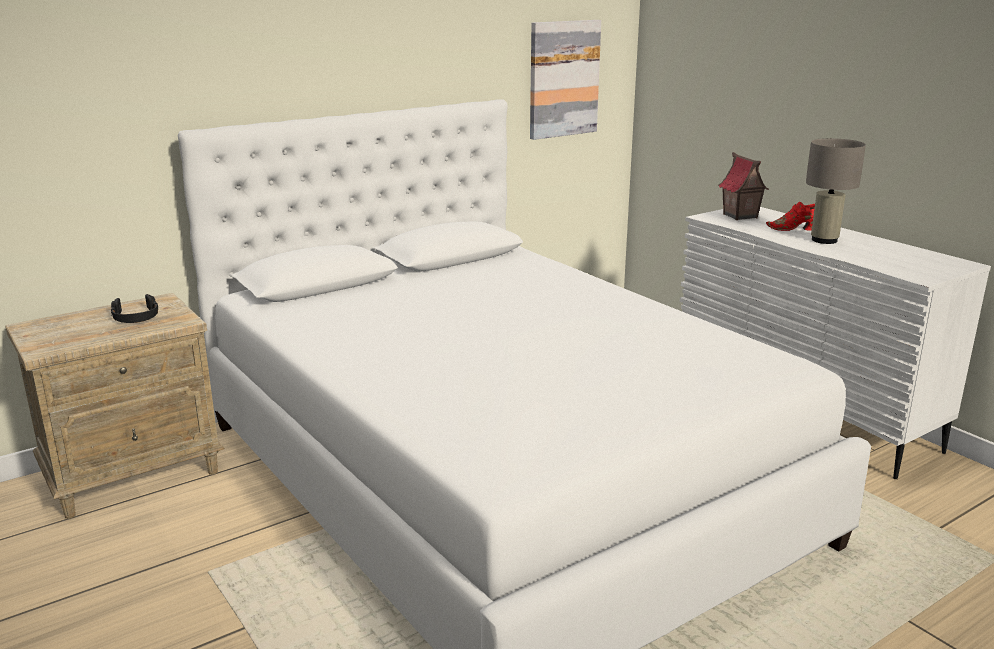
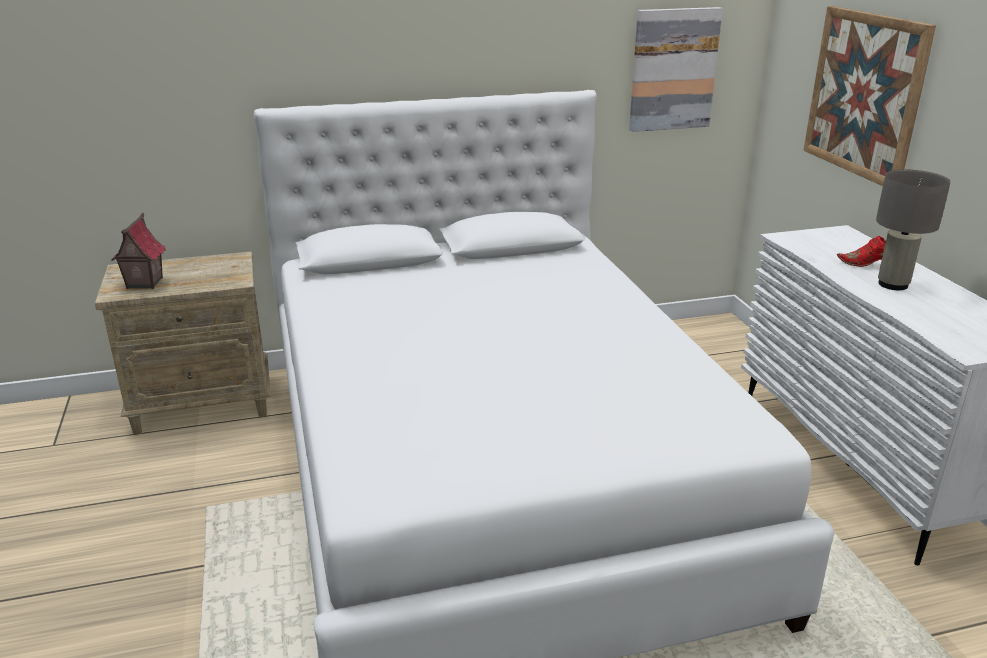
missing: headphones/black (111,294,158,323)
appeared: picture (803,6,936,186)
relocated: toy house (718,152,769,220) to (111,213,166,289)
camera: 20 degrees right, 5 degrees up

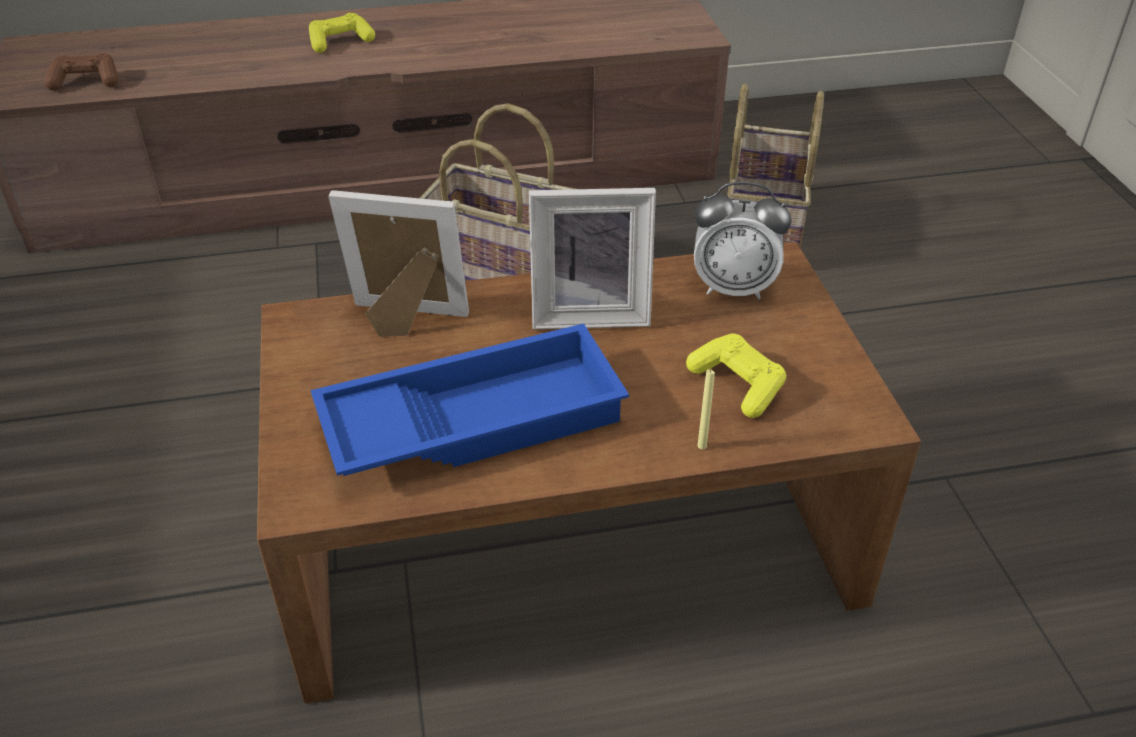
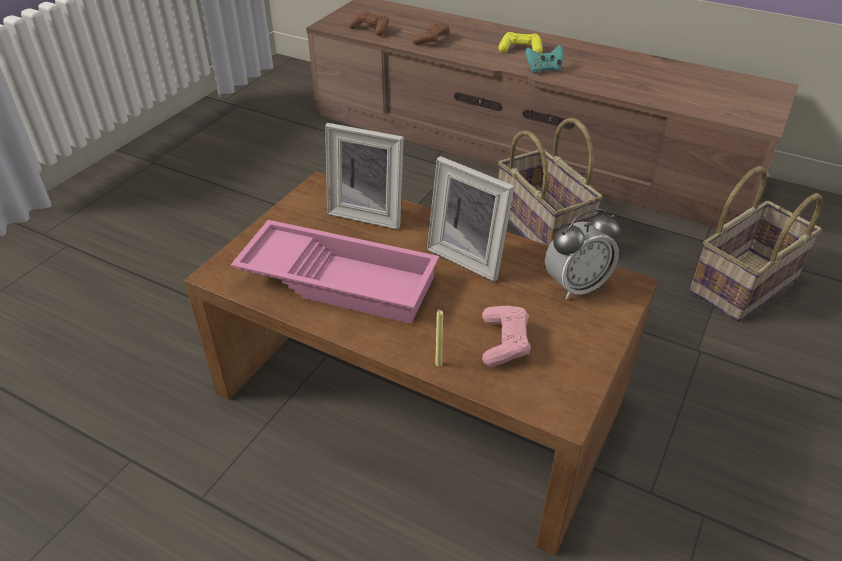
appeared: game controller/brown (412,23,450,45); game controller/turquoise (525,45,563,73)
colour: tray/blue (311,323,629,476) to tray/pink (231,220,439,324); game controller/yellow (686,334,786,418) to game controller/pink (482,306,531,367)
spun: picture frame (328,190,469,337) = (325,123,404,229) 150 degrees clockwise; alarm clock (694,182,791,299) = (545,209,620,299) 75 degrees counterclockwise
camera: 40 degrees right, 0 degrees up

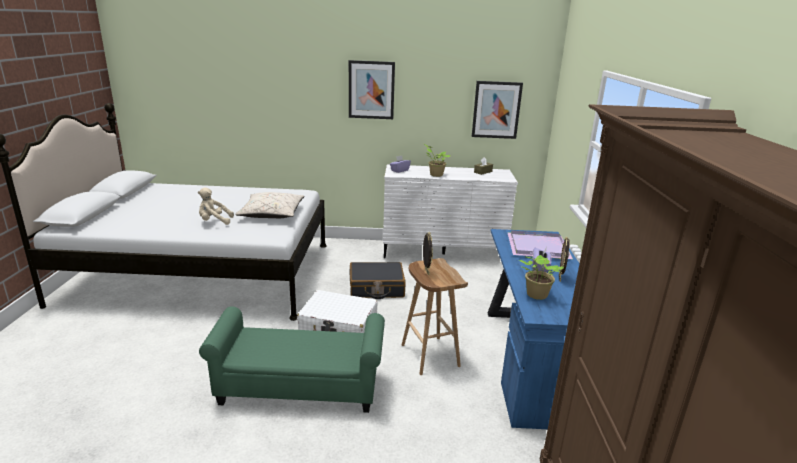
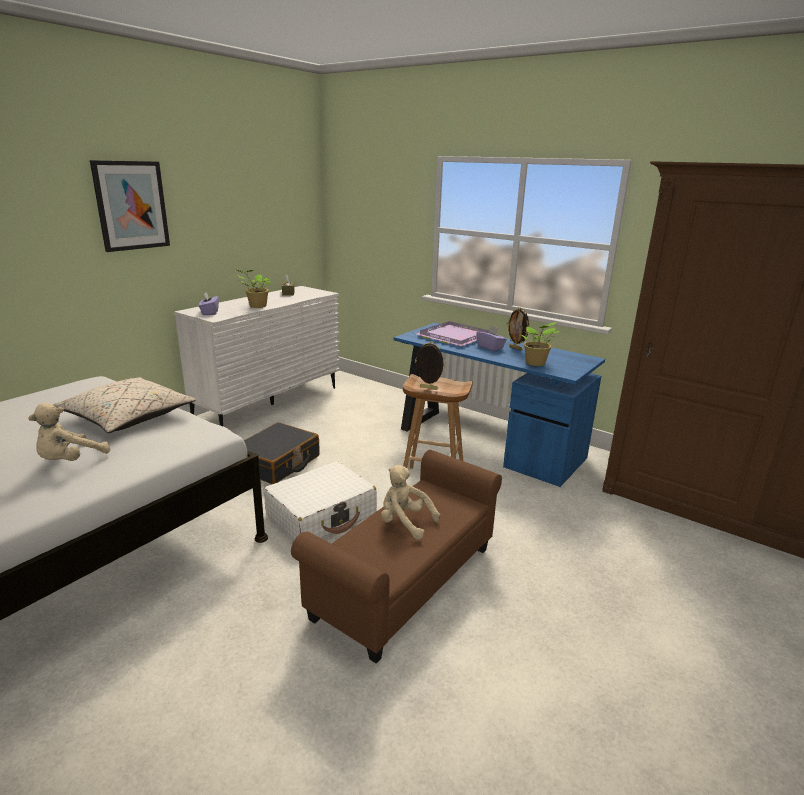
missing: picture (472,81,523,139)
appeared: plush toy/beige (381,465,440,540)
colour: ottoman/green (199,306,385,413) to ottoman/brown (291,450,502,663)
camera: 55 degrees left, 0 degrees up

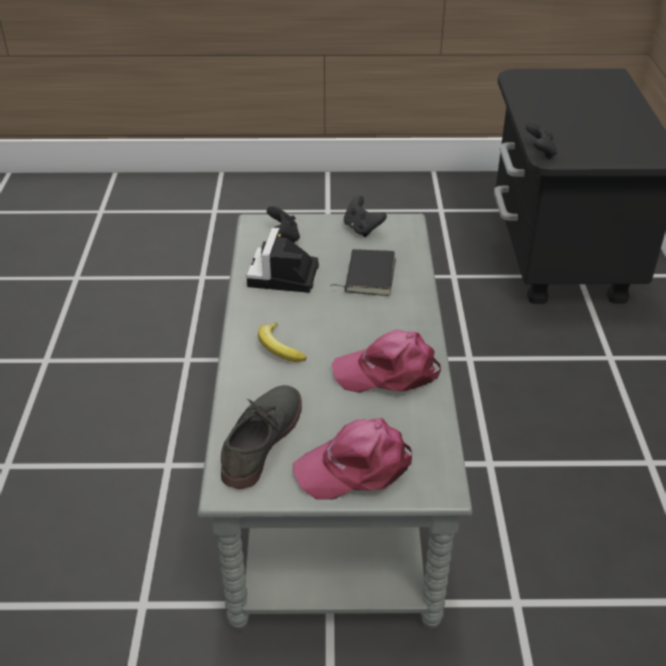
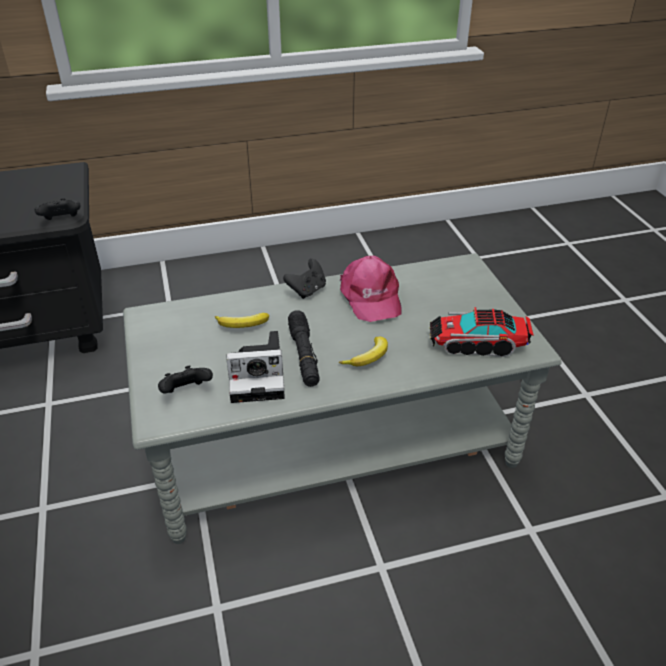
missing: cap/pink (293,418,412,500)
appeared: flashlight/black (288,310,320,387)
relocated: game controller/black (344,196,387,237) to (283,259,326,299)
exchanged: book/black (330,249,396,296) to banana (215,313,269,328); shoe/grey (221,385,302,489) to toy truck (429,307,534,357)
camera: 105 degrees left, 0 degrees up

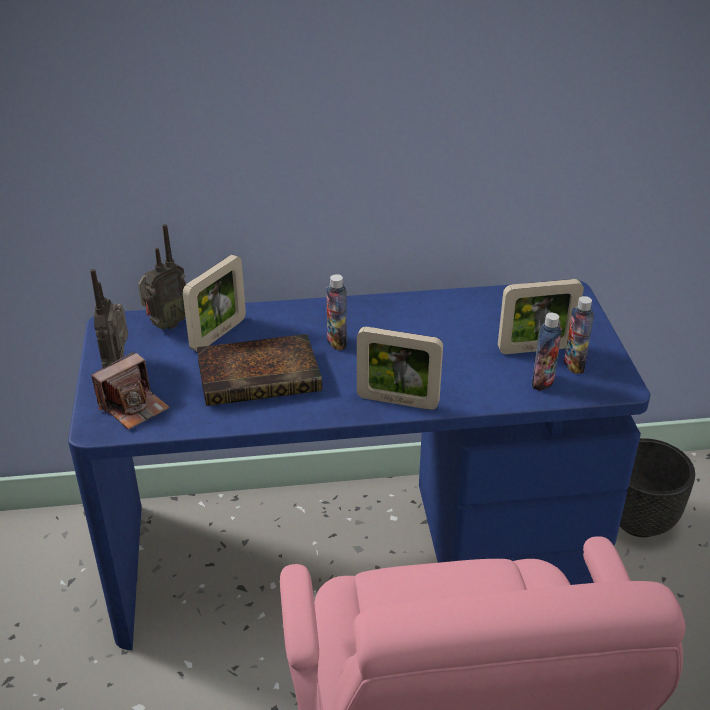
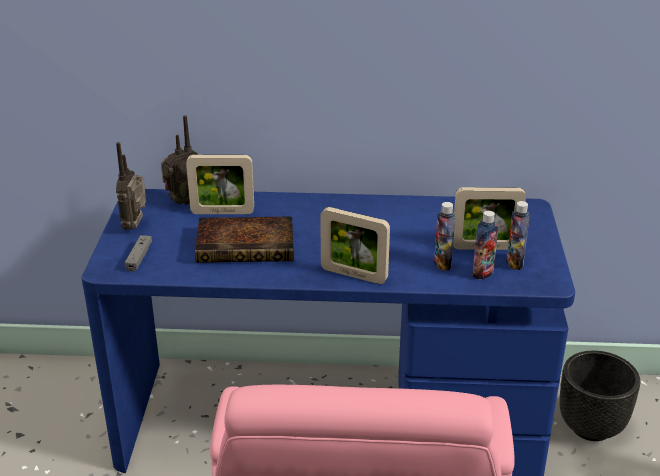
relocated: bottle (326,274,347,350) to (434,202,455,271)
exchanged: photo camera (91,351,169,430) to game controller/grey (125,235,152,271)
spun: picture frame (183,255,246,351) = (186,155,254,214) 45 degrees clockwise
camera: 10 degrees right, 5 degrees down

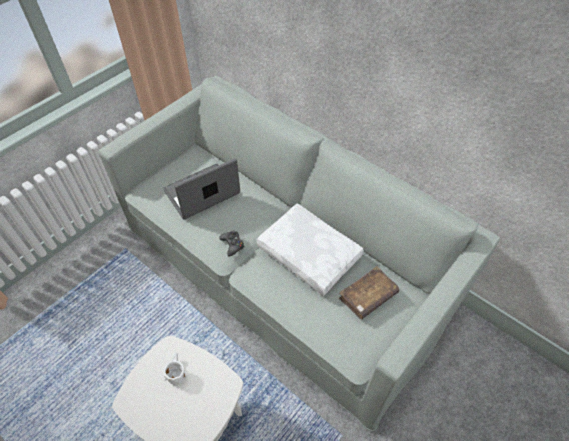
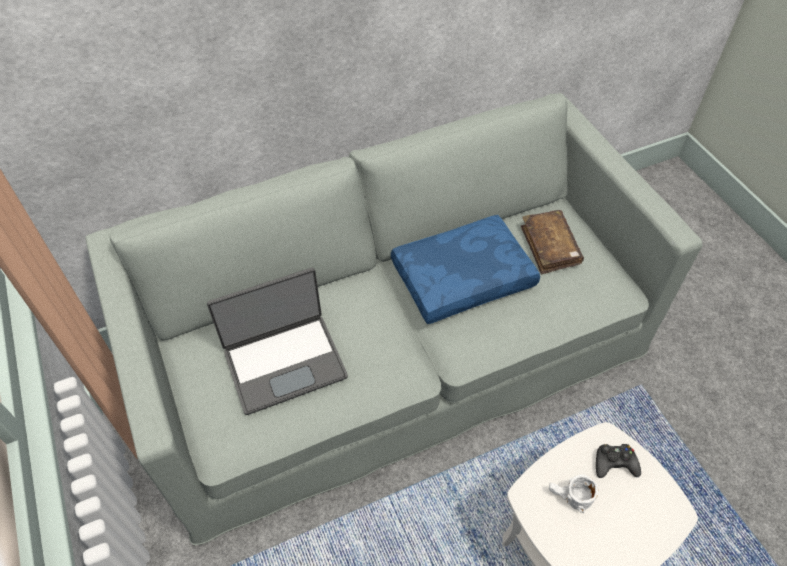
relocated: game controller/black (219,230,245,257) to (596,444,641,478)
colour: pillow/white (256,204,364,296) to pillow/blue (391,215,540,324)
spun: laptop (163,159,240,219) = (207,268,348,415) 105 degrees counterclockwise
camera: 65 degrees left, 0 degrees up

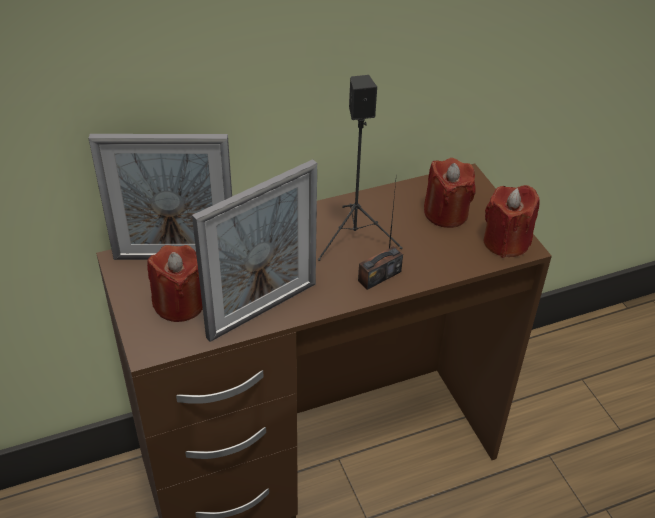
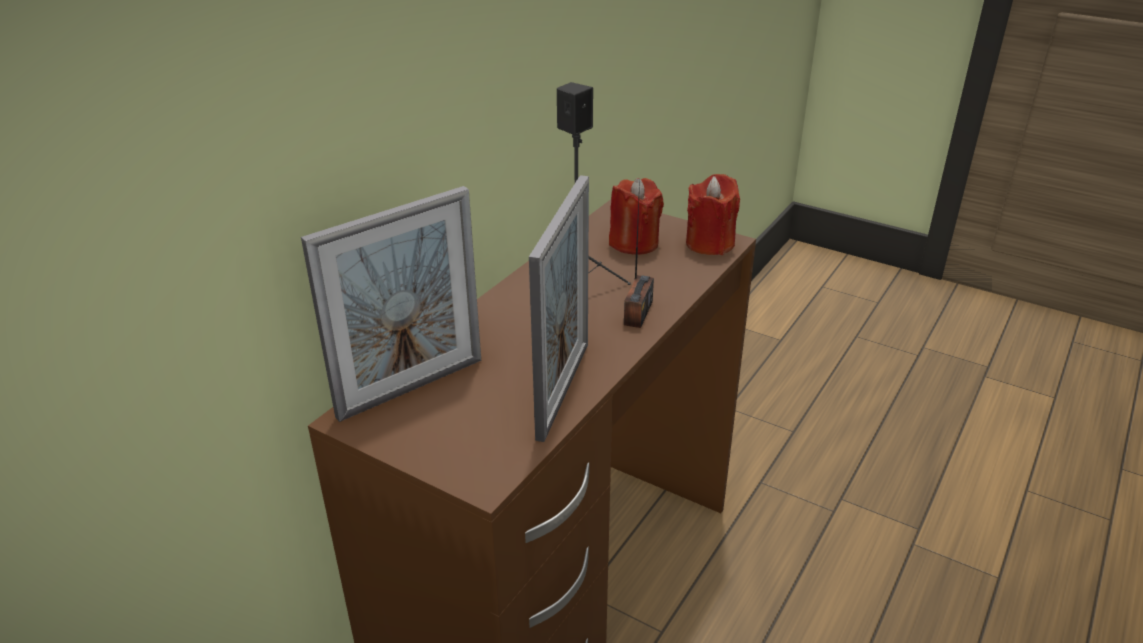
missing: candle/red (147,245,203,322)
camera: 35 degrees left, 10 degrees down

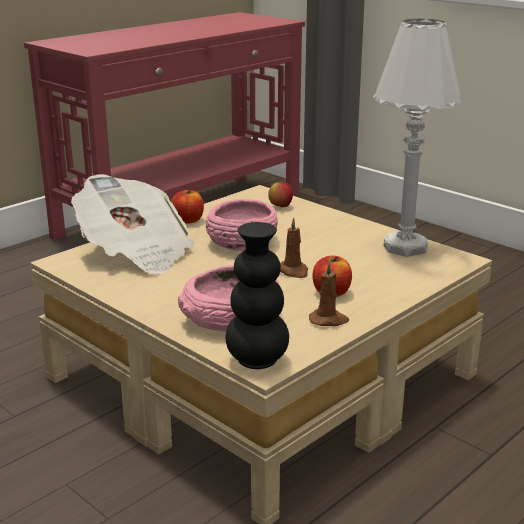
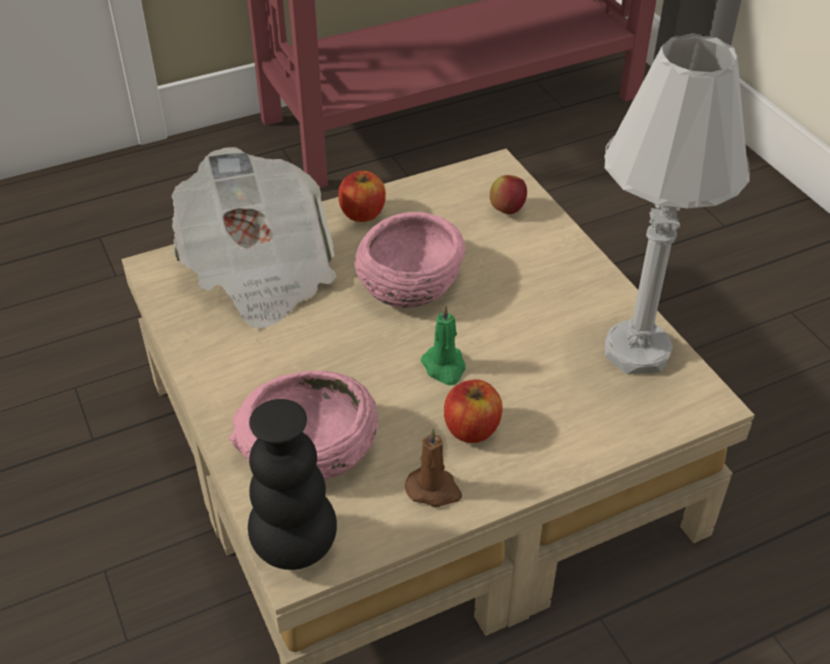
colour: candle/brown (280,217,308,278) to candle/green (421,304,466,385)
camera: 20 degrees right, 20 degrees up

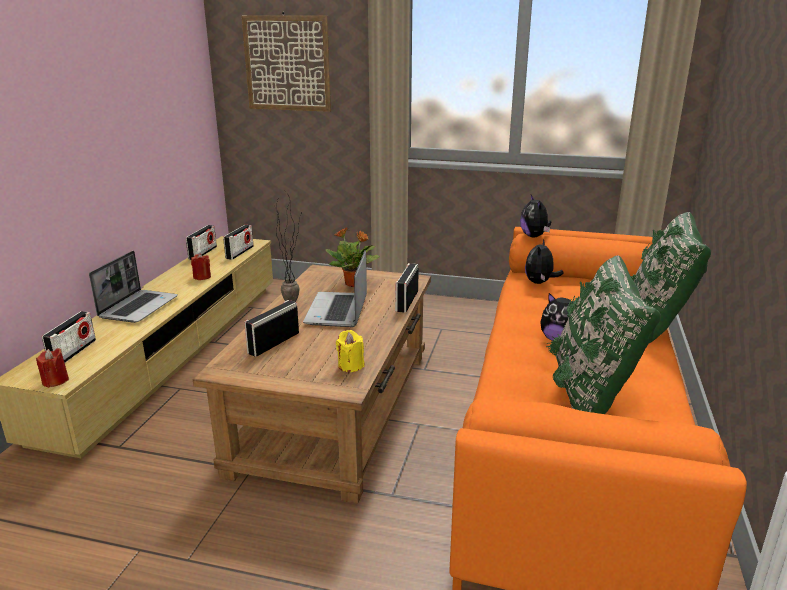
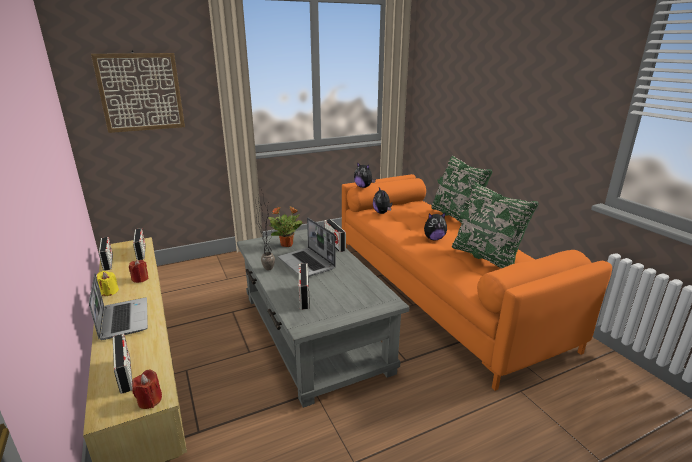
relocated: candle/yellow (336,330,364,372) to (97,271,119,296)
colour: coffee table/brown (193,265,431,504) to coffee table/grey (237,229,410,408)
camera: 40 degrees left, 0 degrees up

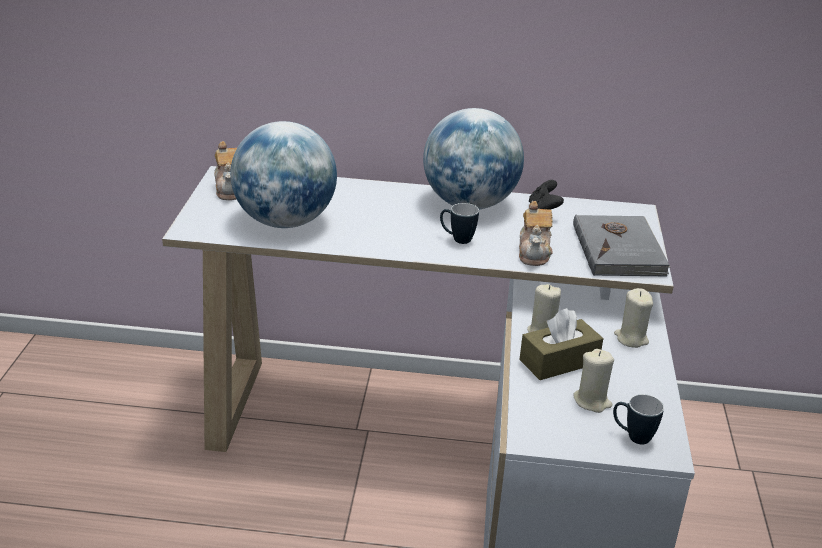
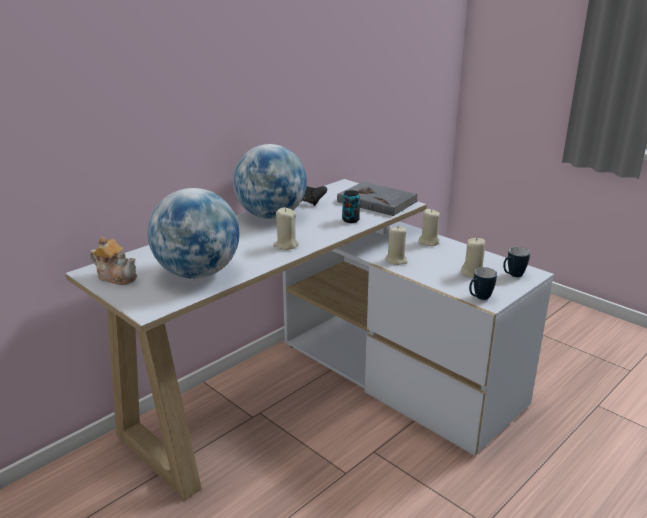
missing: tissue box/brown (519,308,603,380)
appeared: candle/beige (273,207,299,250)
relocated: mug (440,203,479,244) to (469,267,497,300)
exchanged: teapot (519,201,552,266) to can (342,190,360,223)
camera: 50 degrees left, 5 degrees down

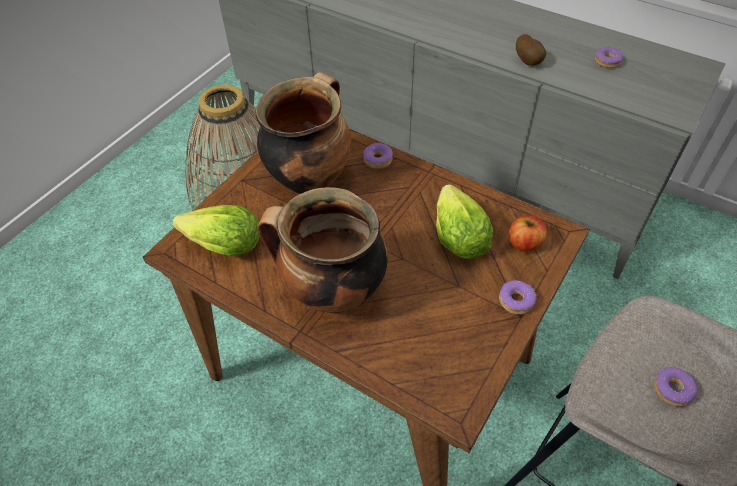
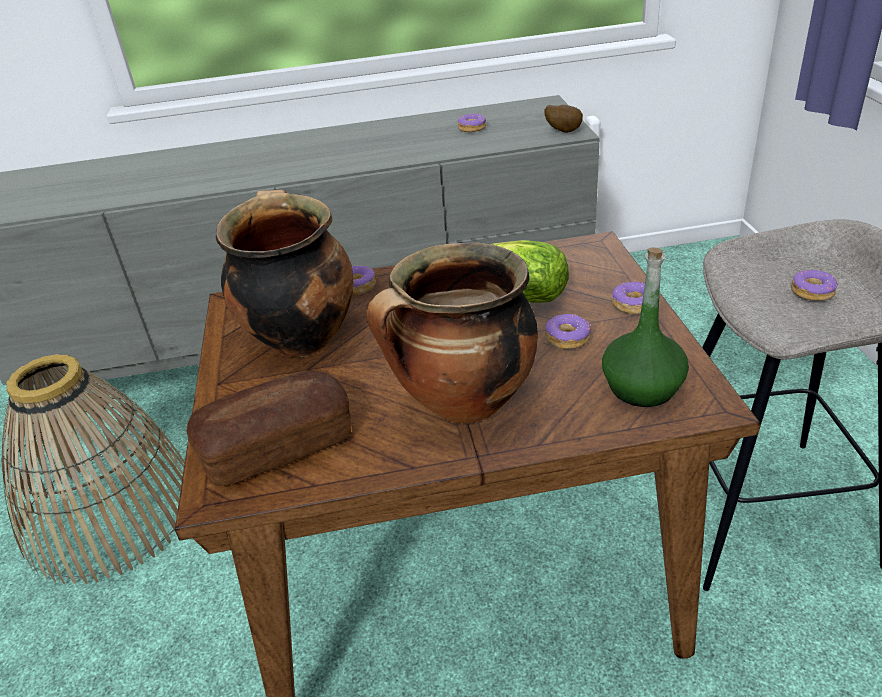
missing: apple (509,215,547,251)
appeared: donut (545,314,591,349); bottle/green (602,247,689,407)
relocated: potato (516,34,546,66) to (544,105,583,133)
exchanged: lettuce (173,205,260,256) to bread (187,371,351,486)
camera: 40 degrees left, 15 degrees down

